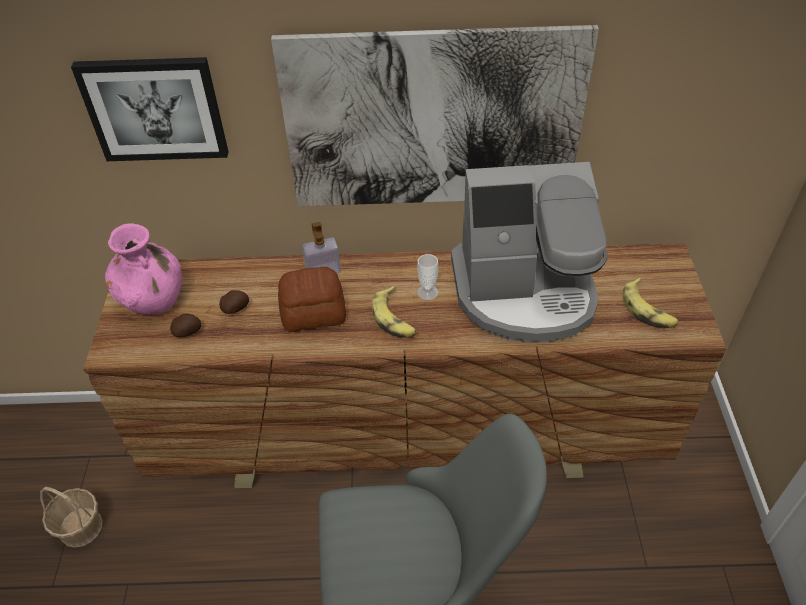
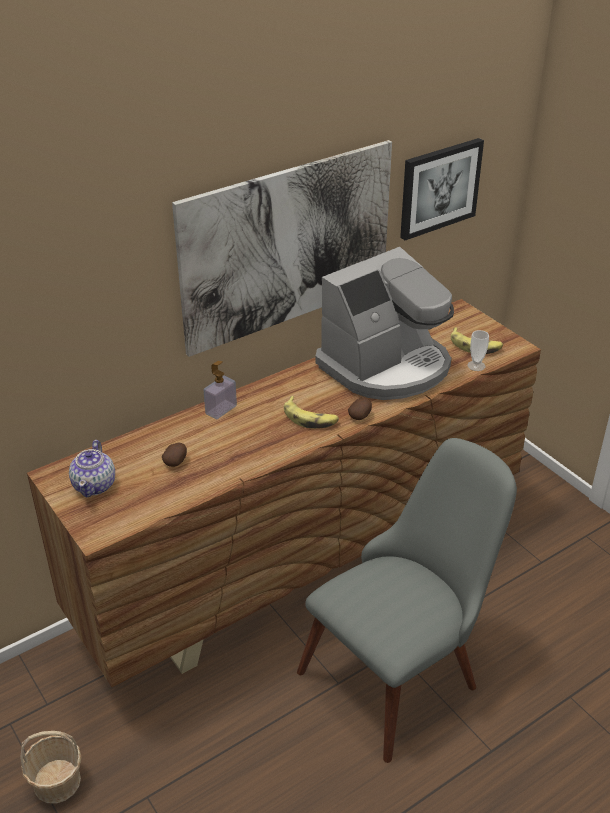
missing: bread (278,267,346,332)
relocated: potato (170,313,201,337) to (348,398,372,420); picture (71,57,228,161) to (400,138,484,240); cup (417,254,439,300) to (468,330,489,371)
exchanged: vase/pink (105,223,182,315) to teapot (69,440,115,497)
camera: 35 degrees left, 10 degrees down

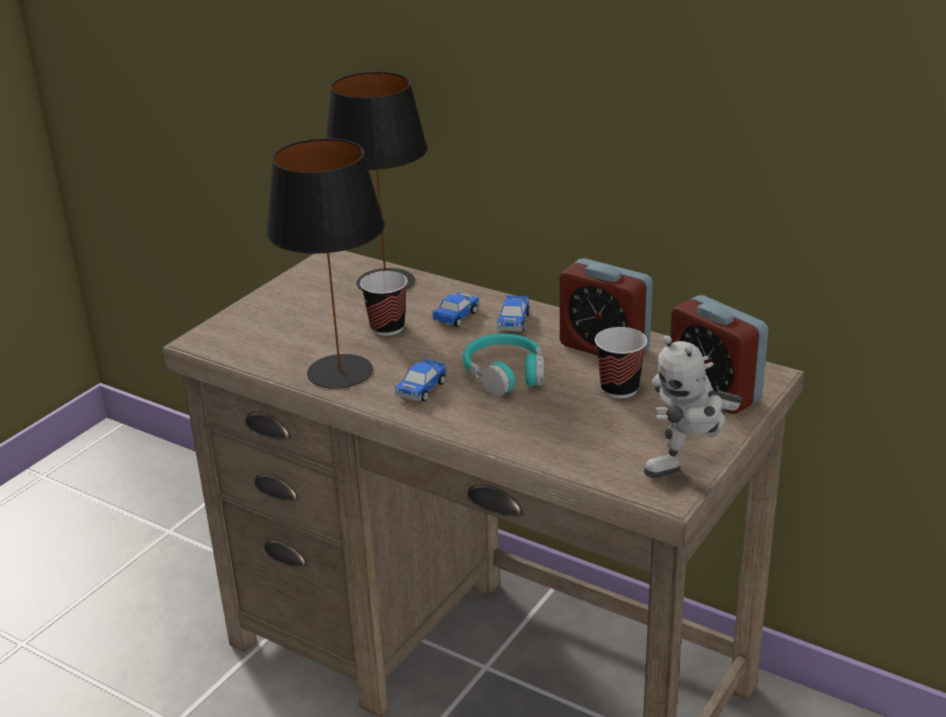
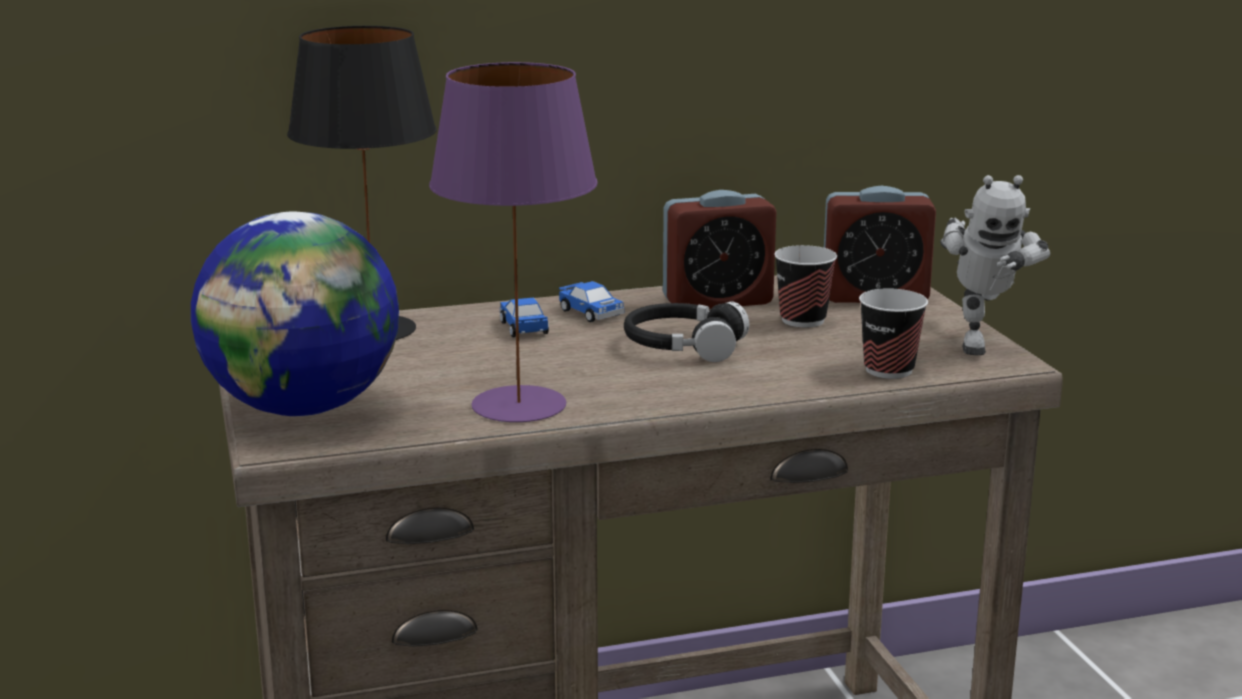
missing: toy car (395,358,446,401)
appeared: globe (191,212,399,416)
relocated: cup (360,271,408,336) to (859,288,928,379)
colour: table lamp/black (266,138,385,389) to table lamp/purple (429,62,597,422); headphones/turquoise (463,334,544,396) to headphones/black (624,302,749,362)
camera: 50 degrees left, 10 degrees down

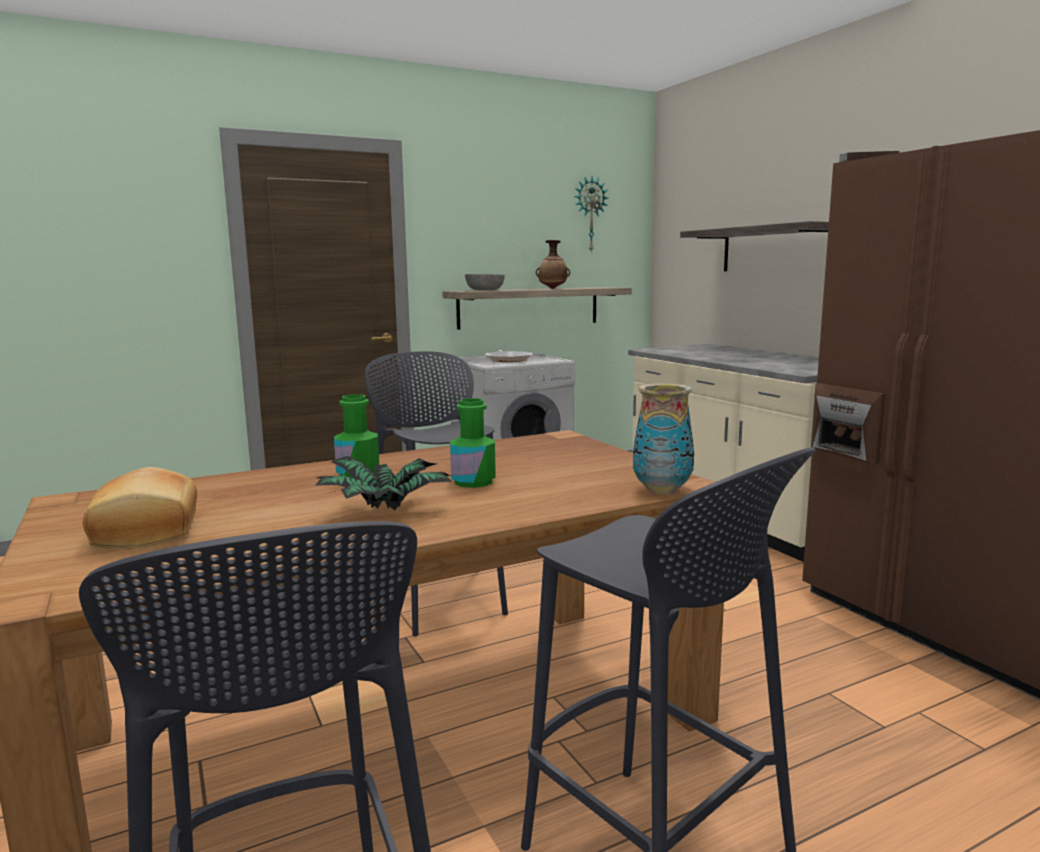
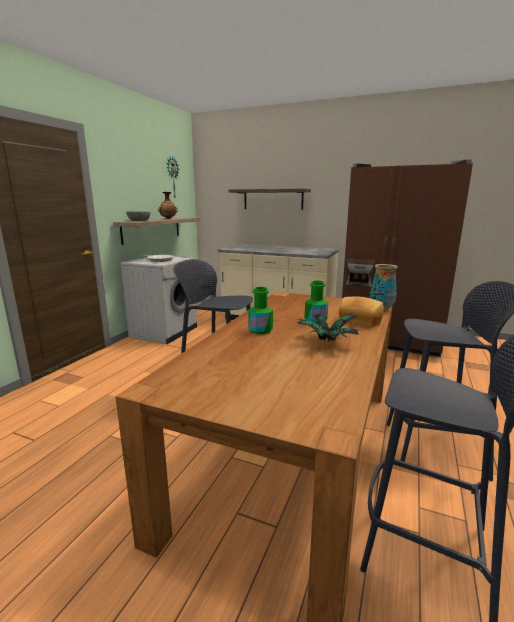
relocated: bread (83,467,197,548) to (339,297,384,326)
camera: 40 degrees left, 5 degrees up

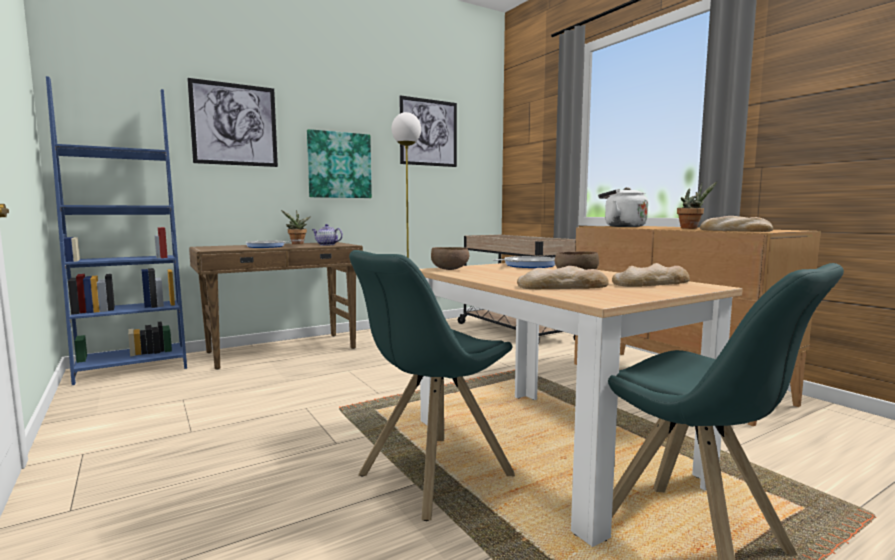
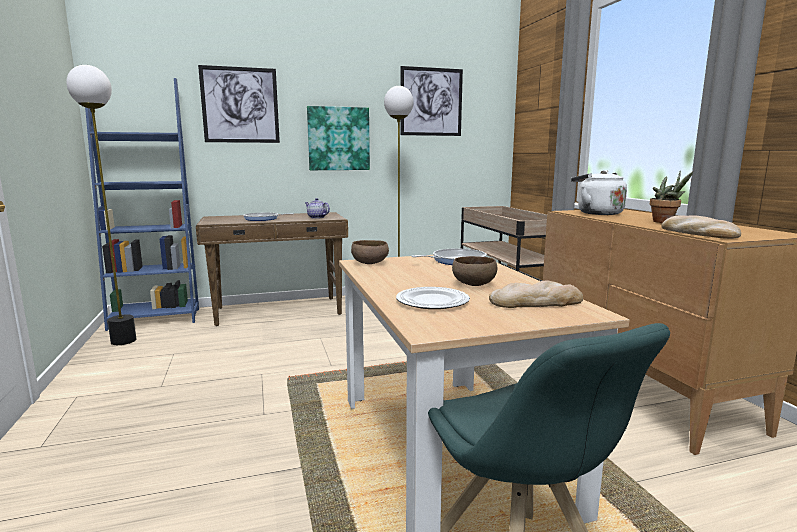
missing: potted plant (281,210,311,244); chair/turquoise (349,250,515,521)
appeared: floor lamp (66,65,136,345)
exchanged: bread (517,266,609,289) to plate (396,287,470,309)
camera: 15 degrees right, 5 degrees up

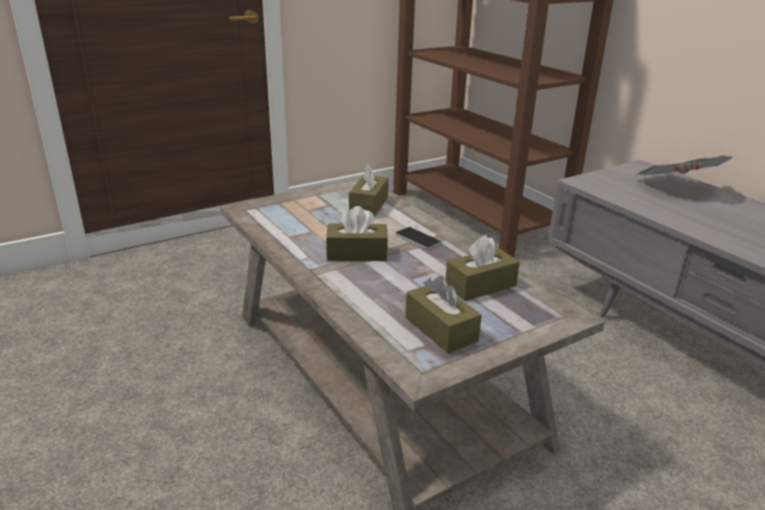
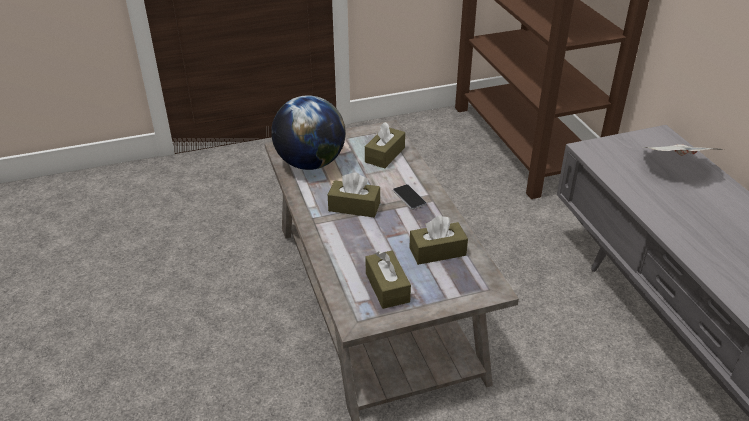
appeared: globe (271,95,346,170)
camera: 15 degrees right, 10 degrees up

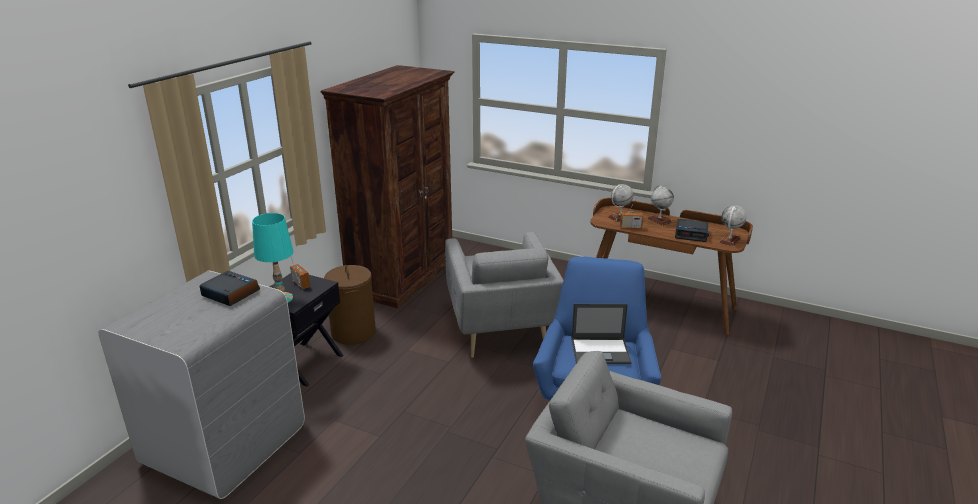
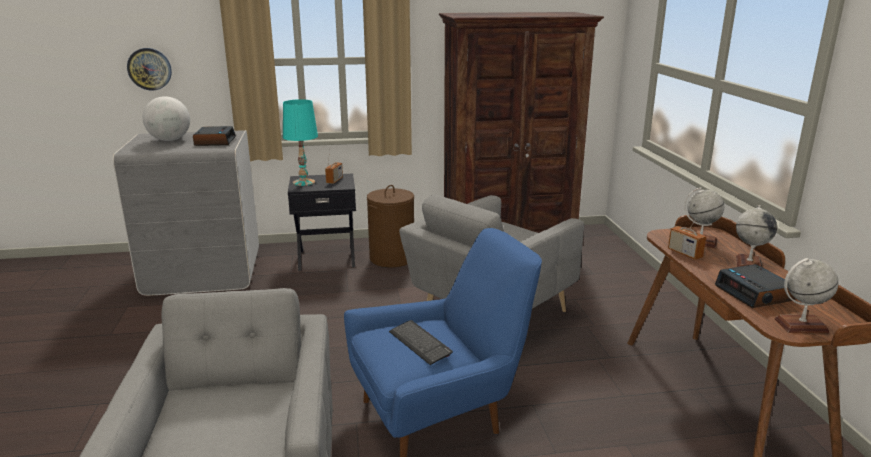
appeared: wall clock (127,48,172,90); globe (143,96,190,141)
exchanged: laptop (571,304,631,364) to keyboard (389,320,453,365)
camera: 55 degrees right, 5 degrees down

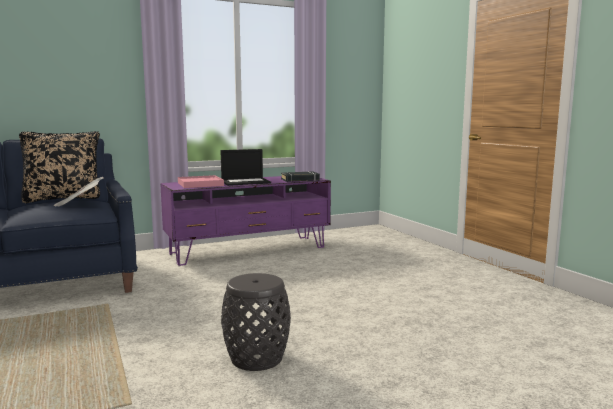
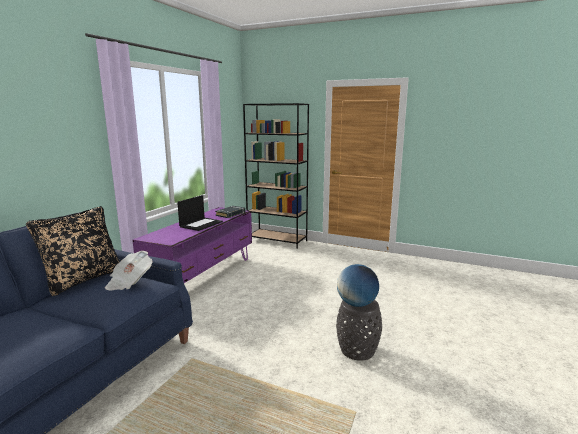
missing: tray/pink (178,175,224,188)
appeared: bookcase/beige (243,103,309,249); globe (337,264,379,307)
camera: 40 degrees left, 5 degrees up

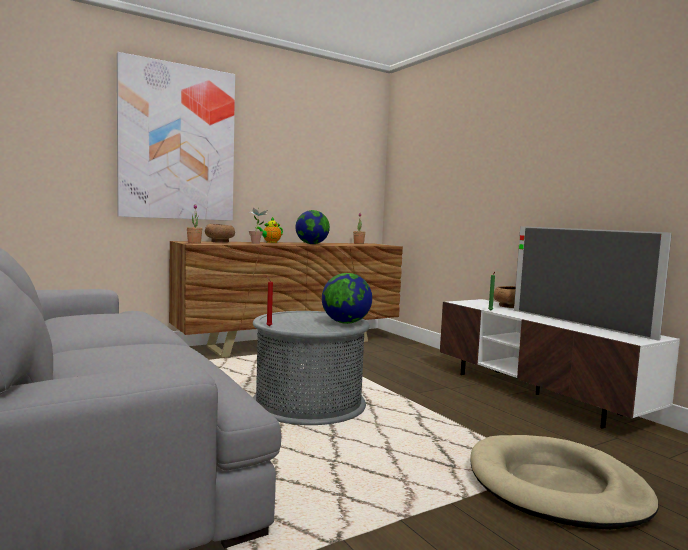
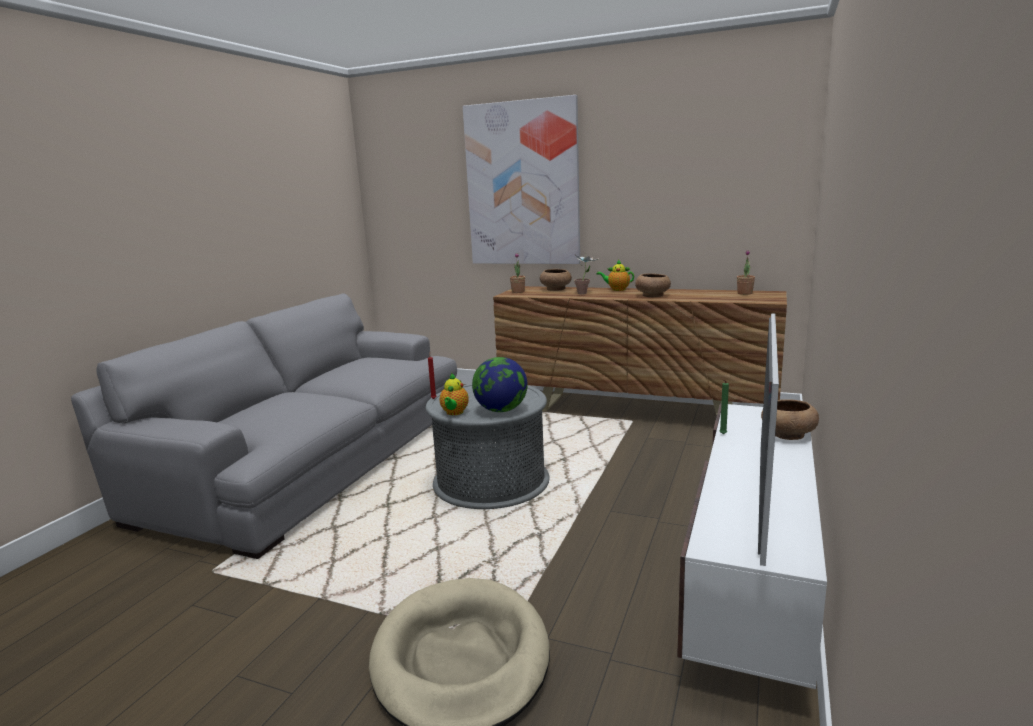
appeared: teapot (440,373,469,415)
exchanged: globe (296,210,330,244) to bowl/brown (635,273,671,297)
camera: 55 degrees right, 10 degrees up

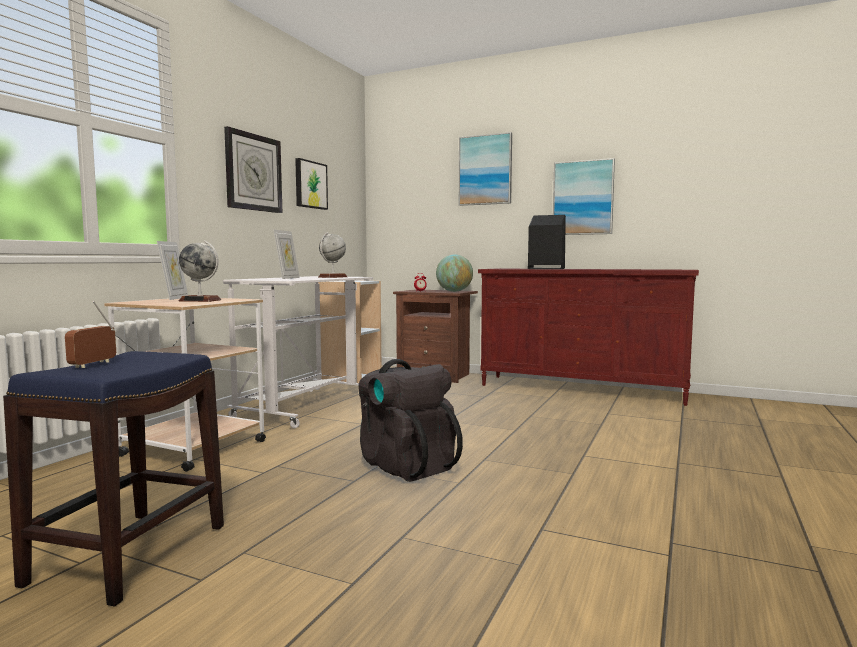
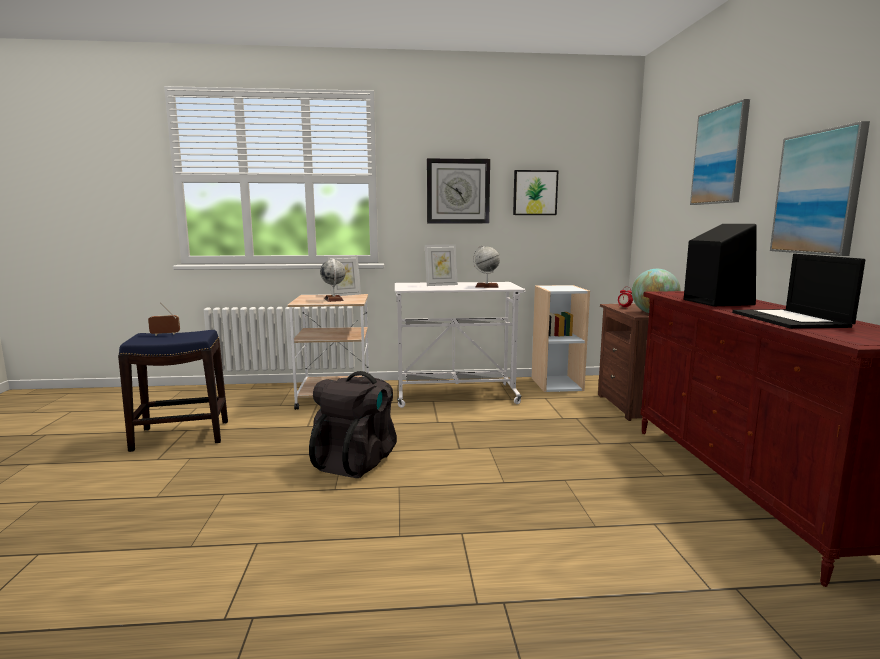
appeared: laptop (732,254,865,329)
camera: 60 degrees right, 5 degrees up

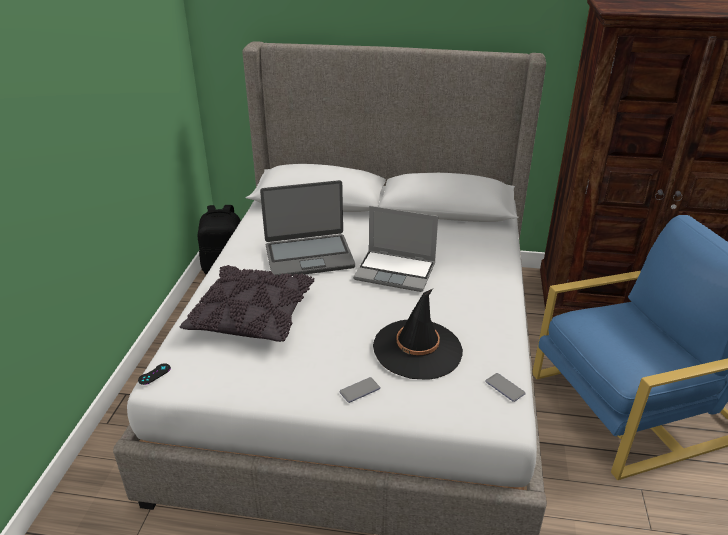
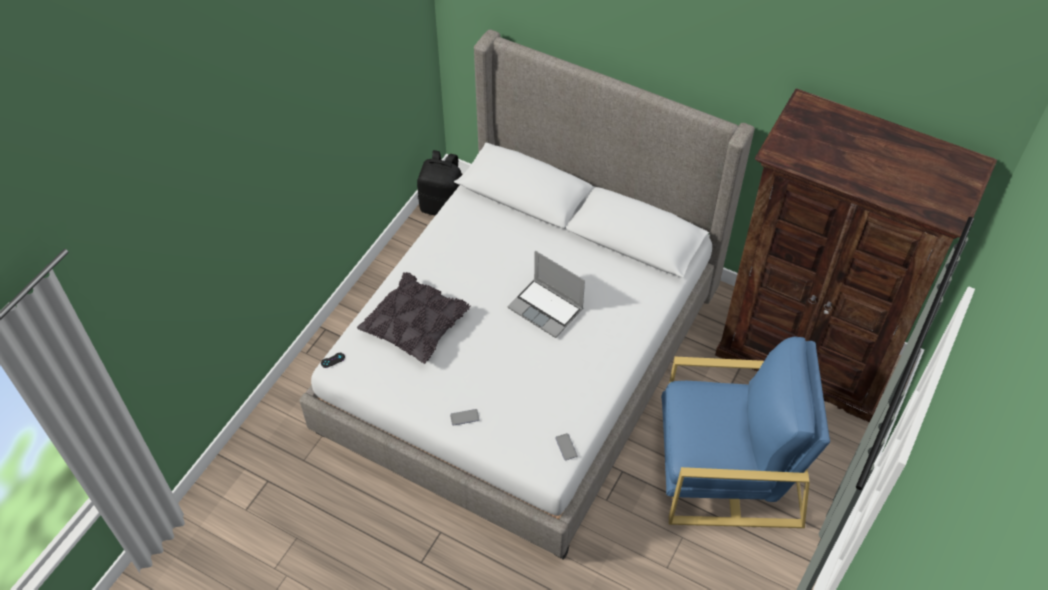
missing: laptop (260,180,355,276); hat/black (373,289,463,380)
camera: 20 degrees right, 20 degrees up

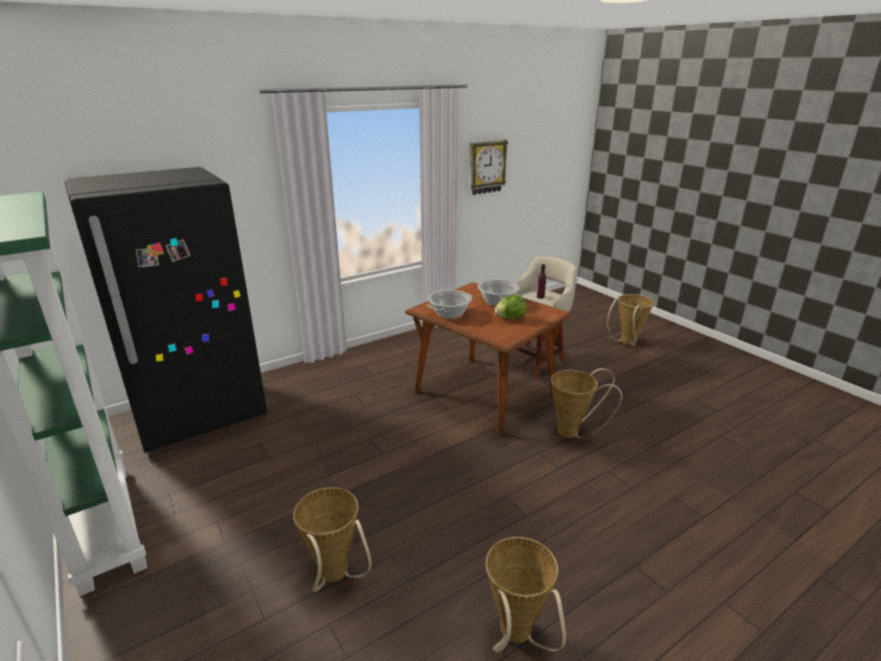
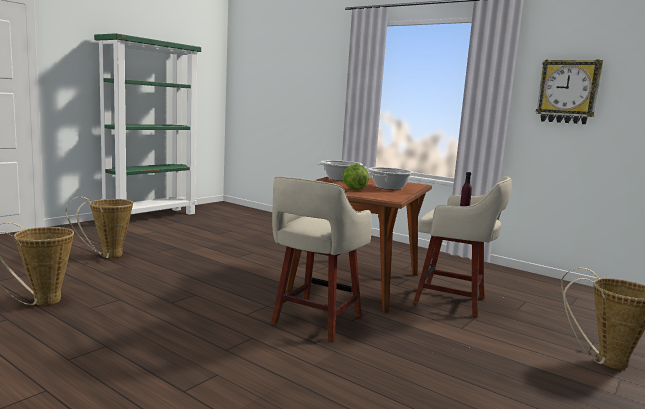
missing: fridge/black (65,167,267,453)
exchanged: basket (551,368,622,438) to stool/beige (271,176,372,341)
camera: 70 degrees right, 15 degrees down

